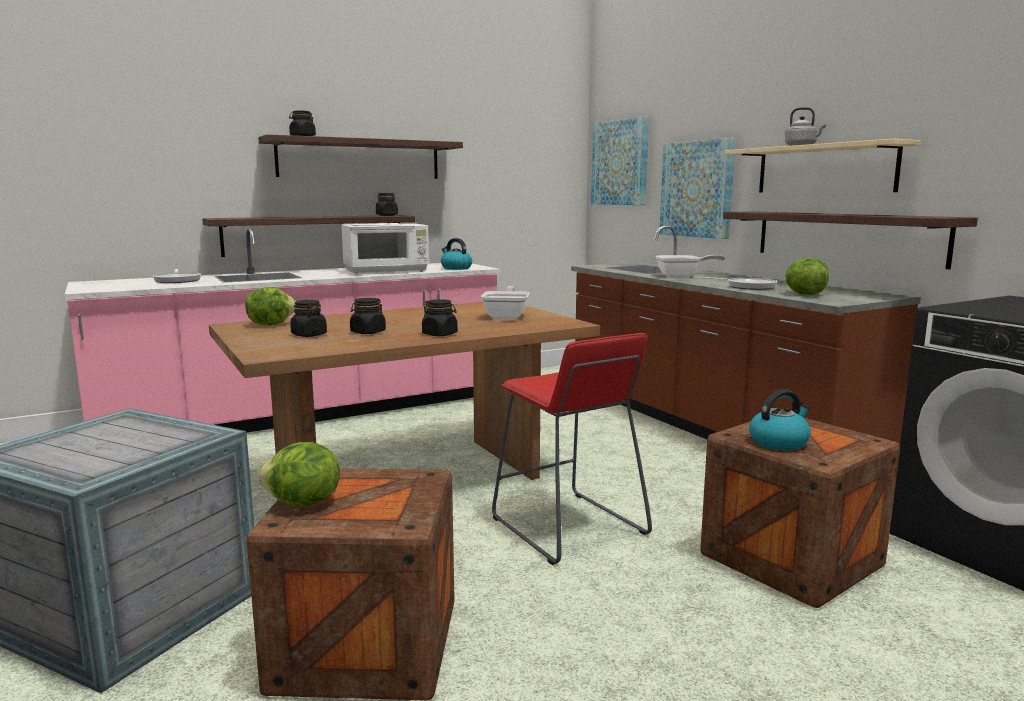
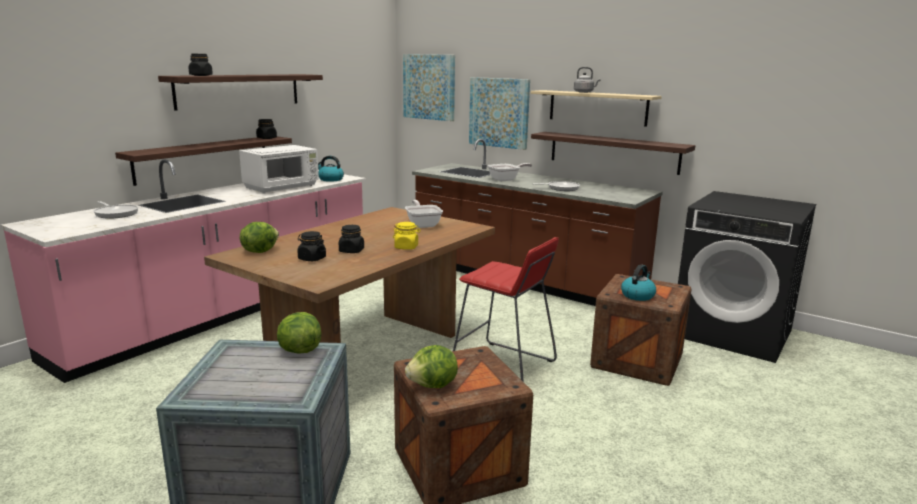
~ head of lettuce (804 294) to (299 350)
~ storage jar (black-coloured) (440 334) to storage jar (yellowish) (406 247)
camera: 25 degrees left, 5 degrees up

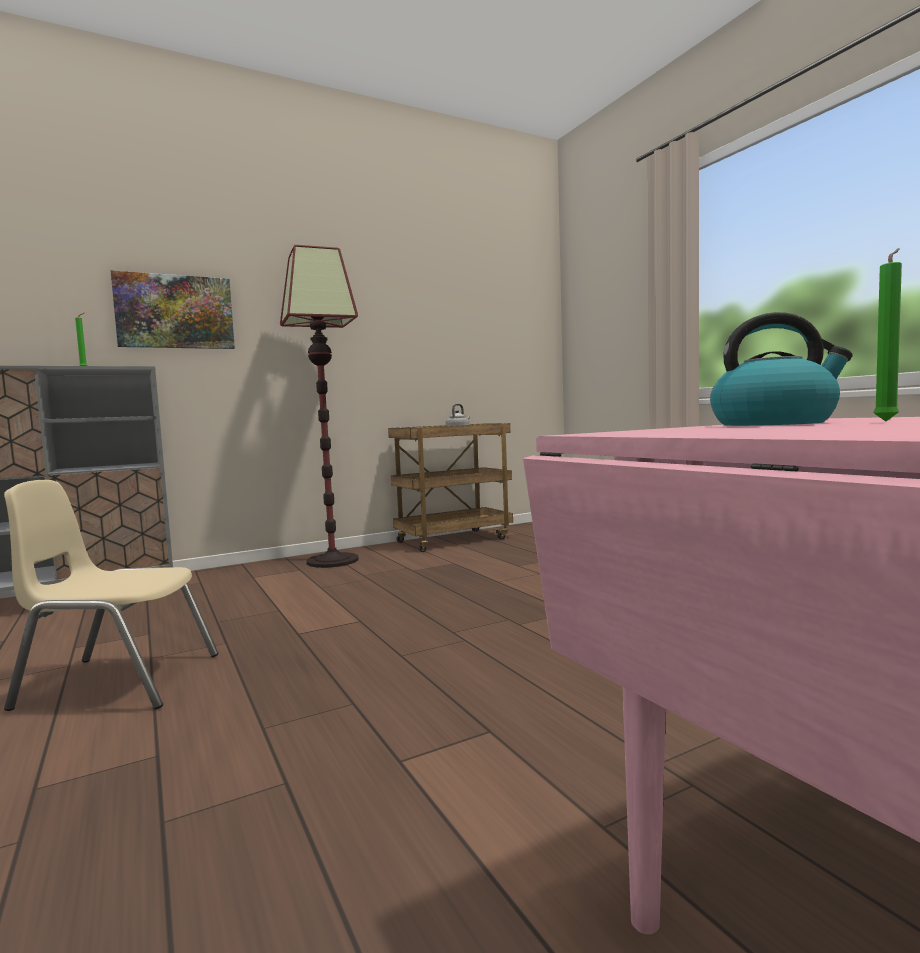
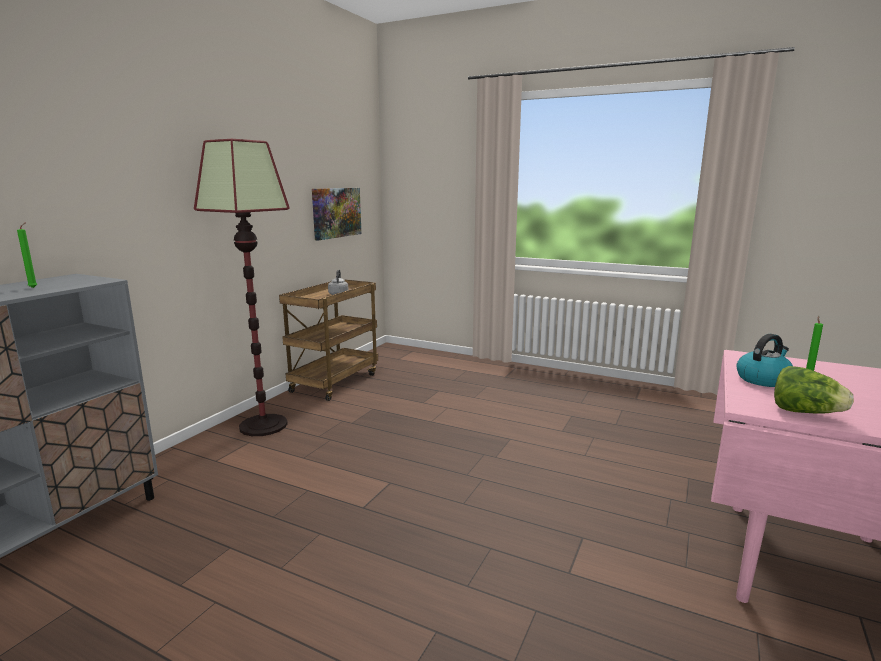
~ wall picture (175 312) to (336 212)
- upright chair (sand-coloured) (119 681)
+ head of lettuce (805 412)
camera: 35 degrees left, 10 degrees up

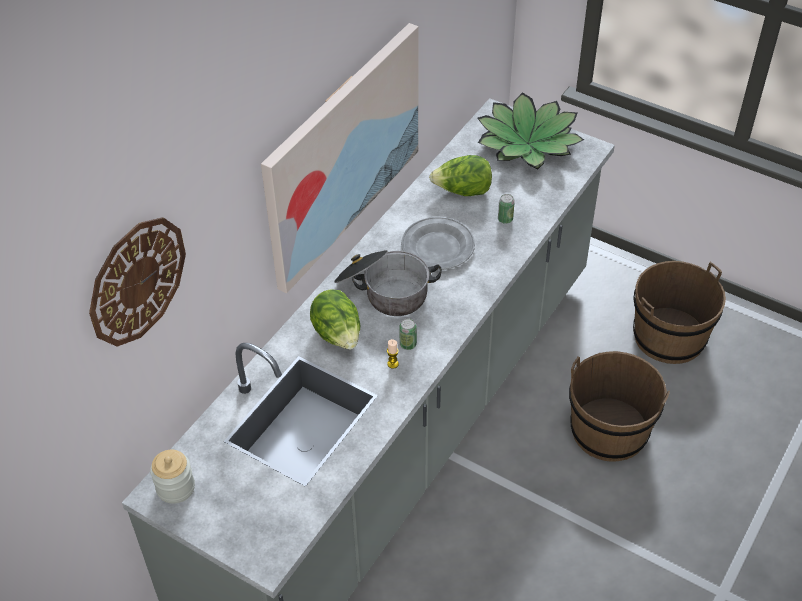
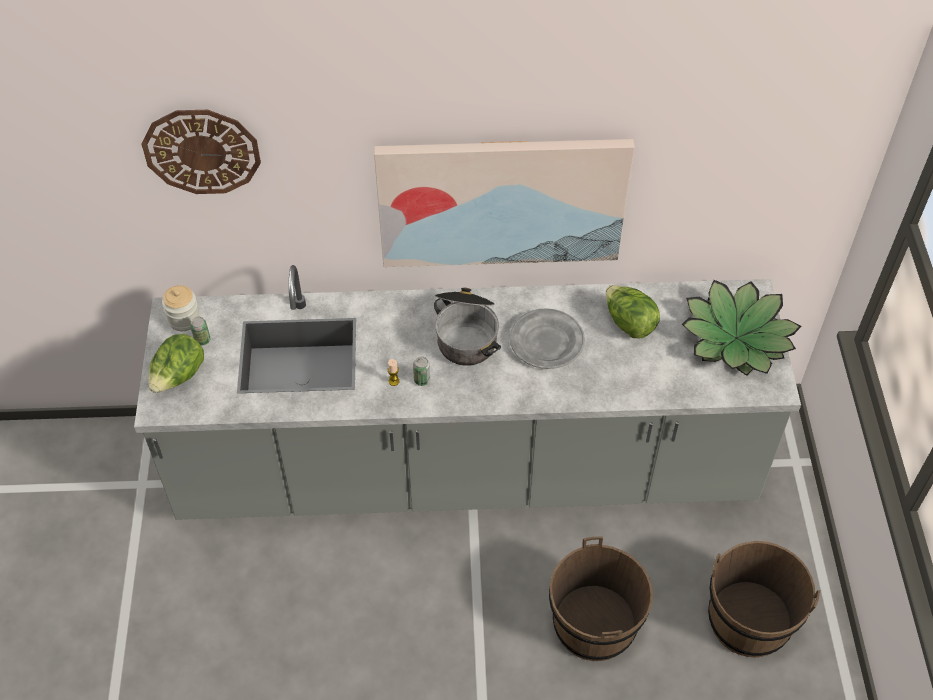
~ metal can (505 219) to (202 340)
~ head of lettuce (338 335) to (179 377)
camera: 55 degrees right, 5 degrees up

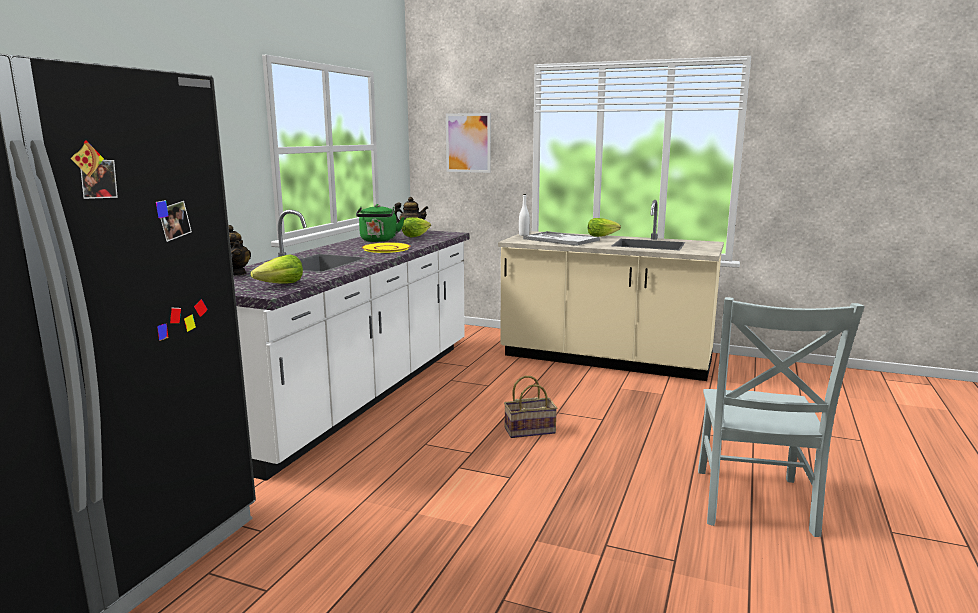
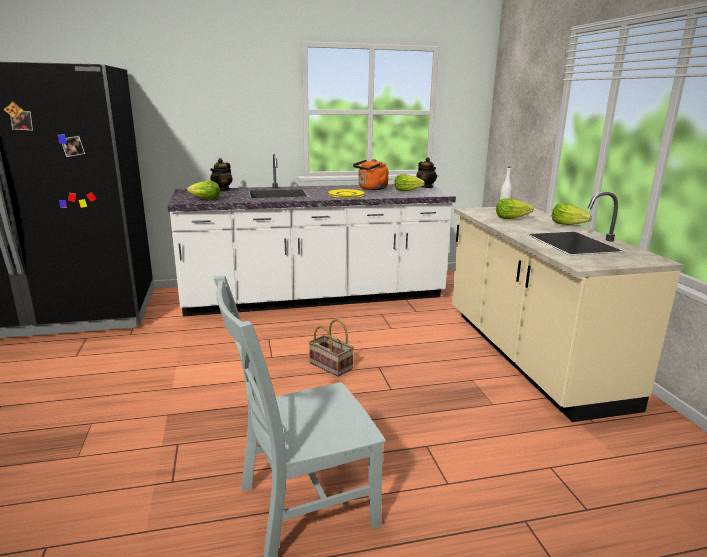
- wall picture (468 143)
~ water kettle (green) (378 240) to water kettle (orange-coloured) (371 189)
~ carrying tray (560 240) to head of lettuce (511 218)
camera: 55 degrees right, 5 degrees up

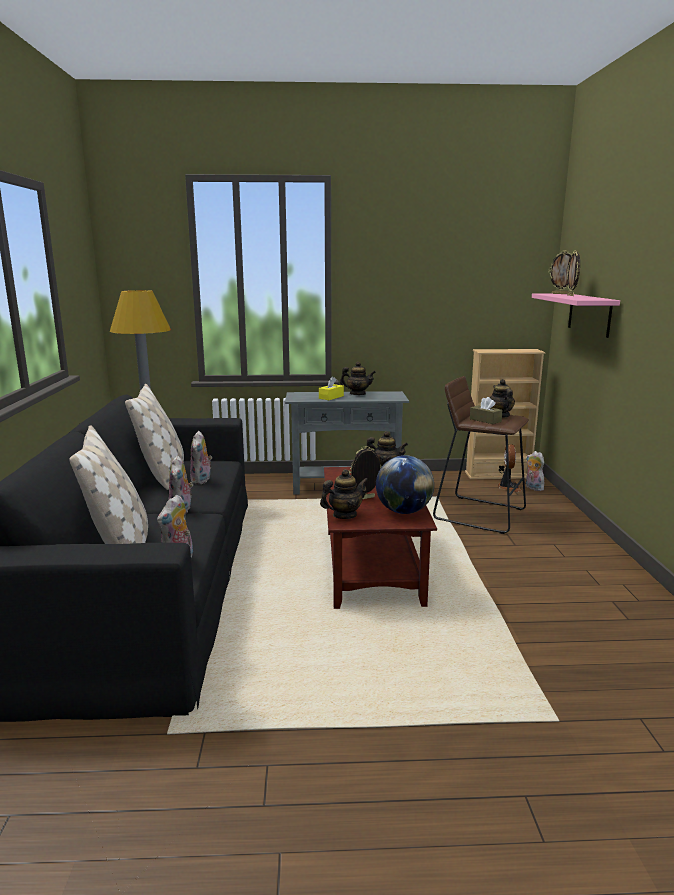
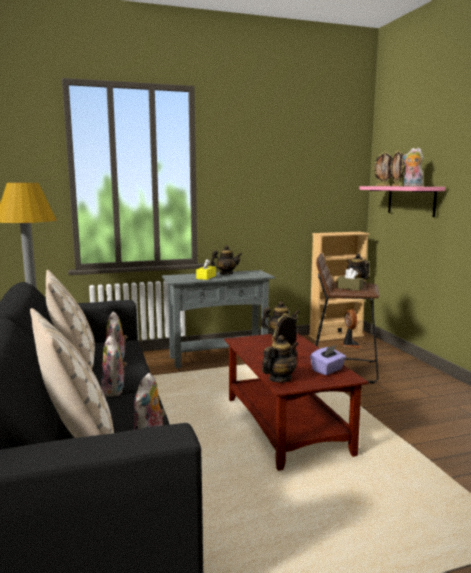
~ cuddly toy (532 488) to (411 186)
~ globe (403 511) to tissue box (purplish) (327 370)
camera: 15 degrees left, 5 degrees down

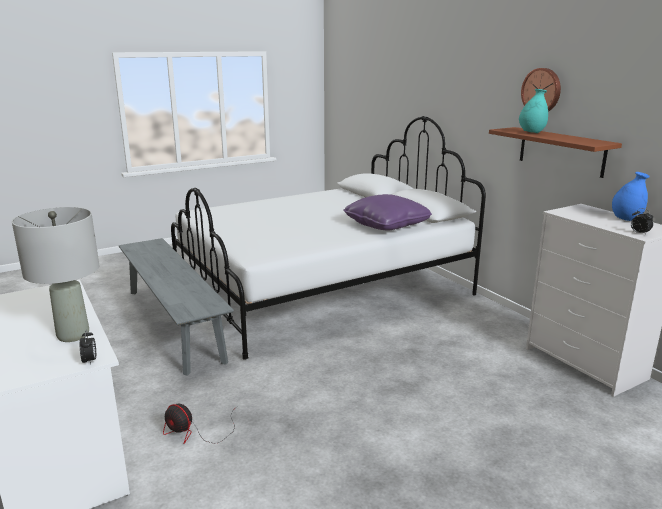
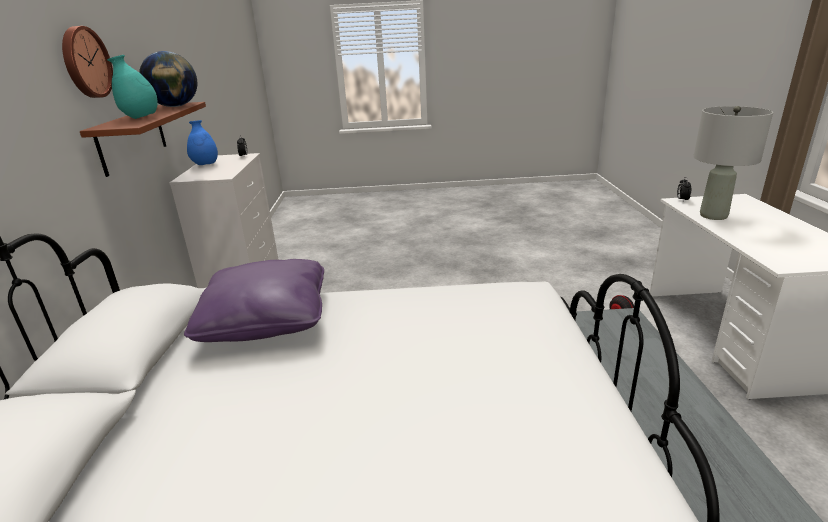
+ globe (175 106)
camera: 150 degrees left, 5 degrees up

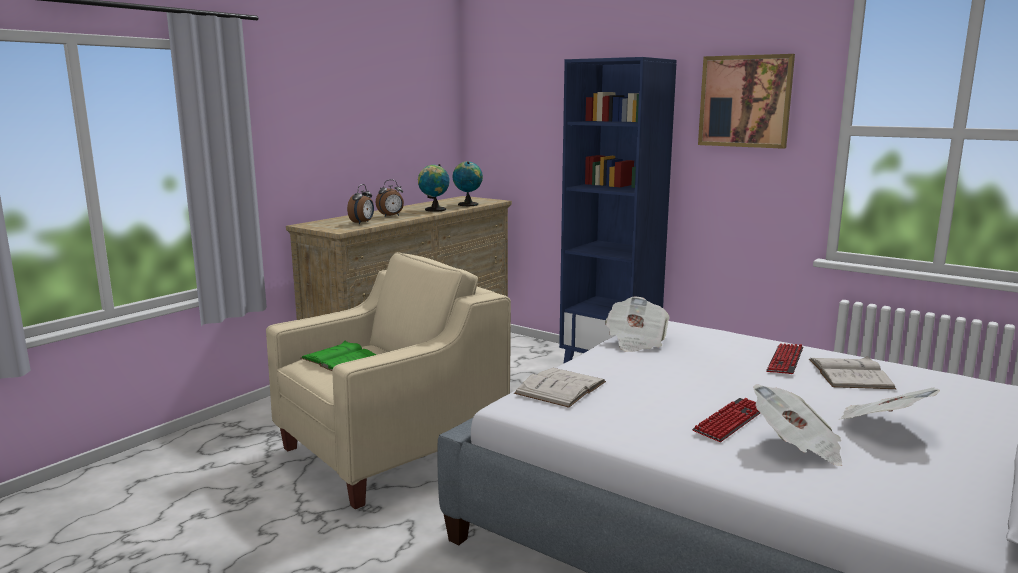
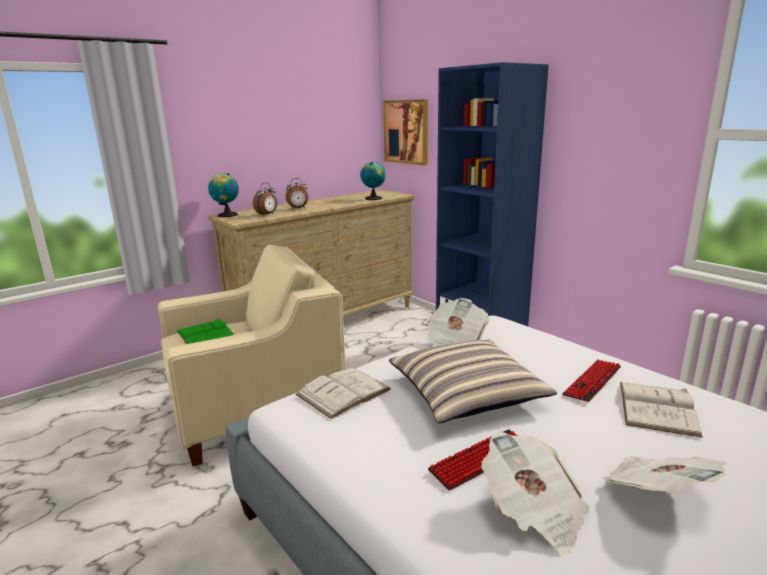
~ wall picture (745 101) to (406 132)
~ globe (434 210) to (226 215)
+ cushion (466 392)
camera: 15 degrees right, 5 degrees up

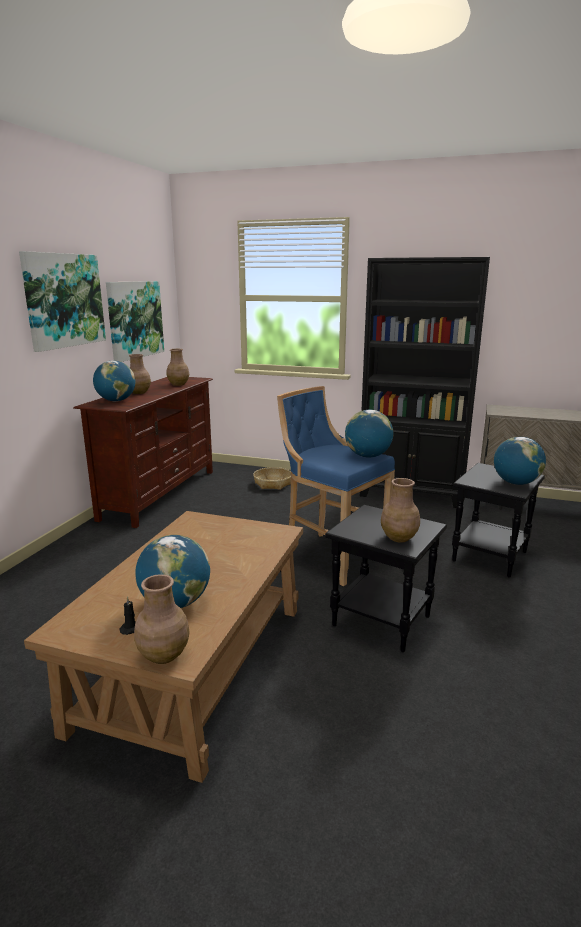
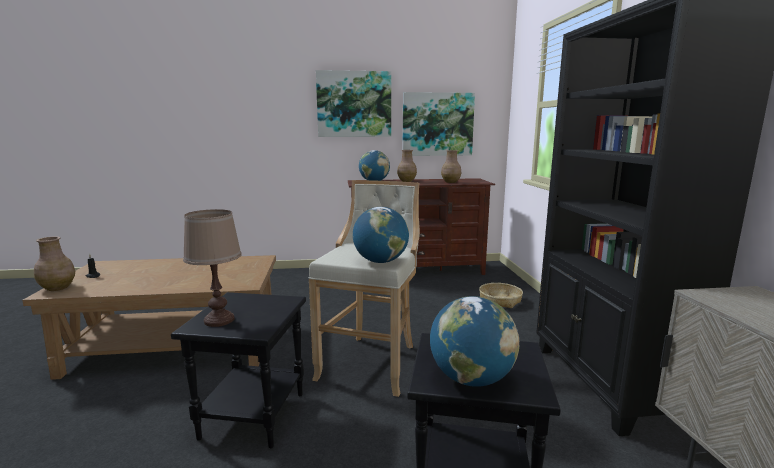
~ stool (blue) (331 555) to stool (sand-coloured) (372 361)
~ vase (brown-coloured) (399 538) to tabletop lamp (brown-coloured) (219 320)
- globe (175 603)
camera: 65 degrees right, 5 degrees down

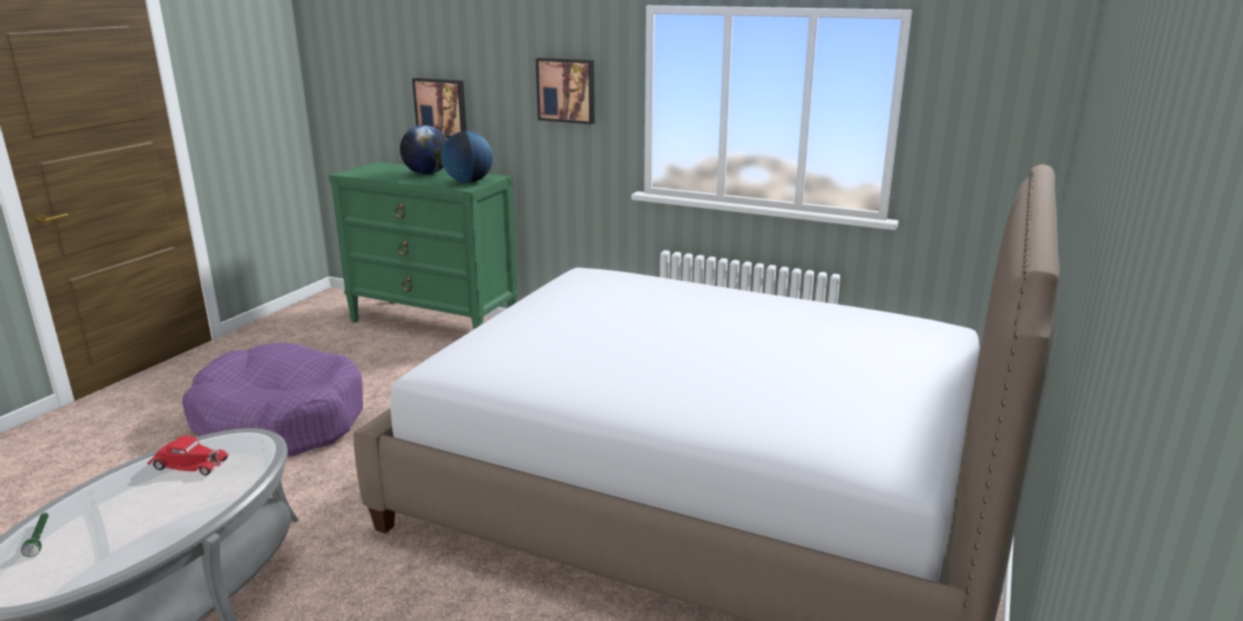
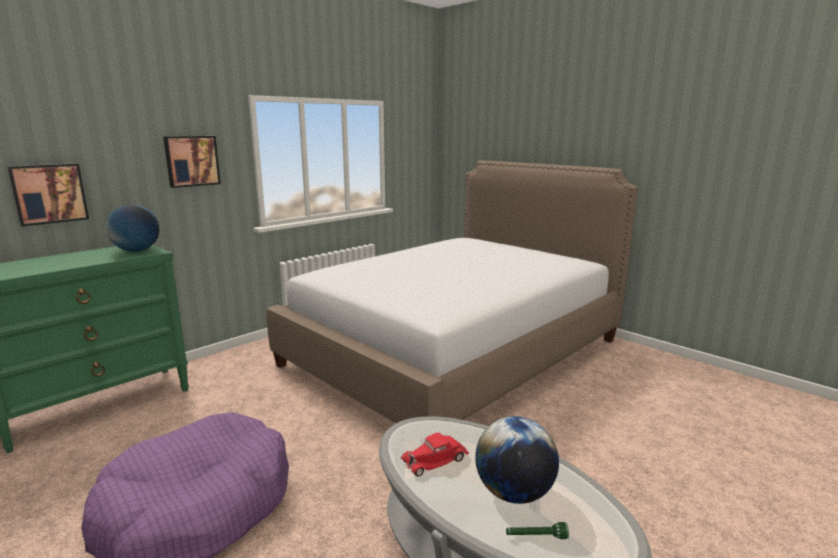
~ globe (427 174) to (514 493)
~ model car (red-coloured) (188 464) = (435 460) 150 degrees counterclockwise
camera: 70 degrees left, 5 degrees down

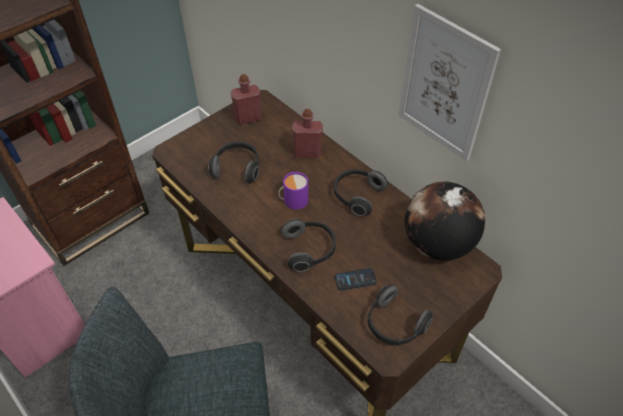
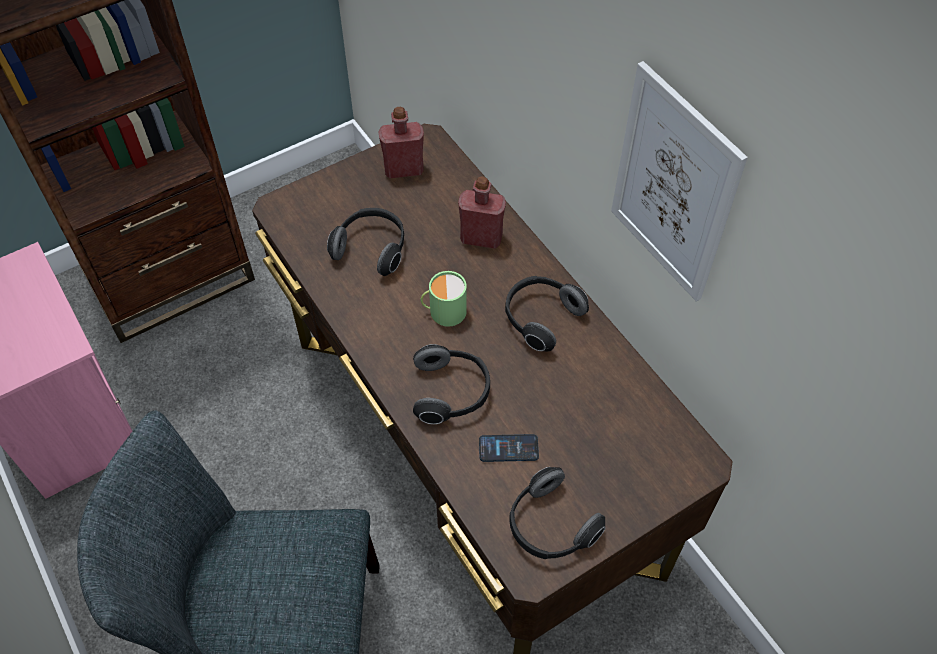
~ mug (purplish) (293 200) to mug (green) (443 311)
- globe (437 244)
camera: 10 degrees right, 5 degrees up

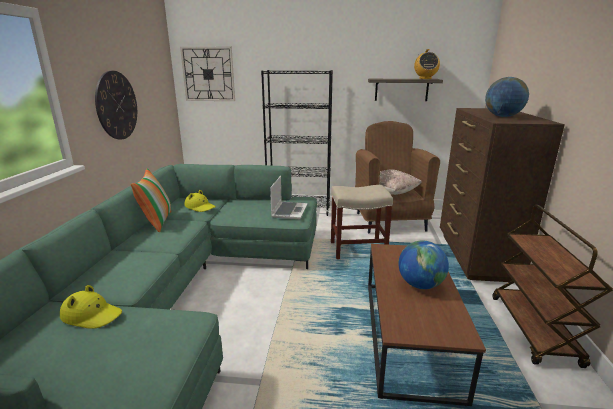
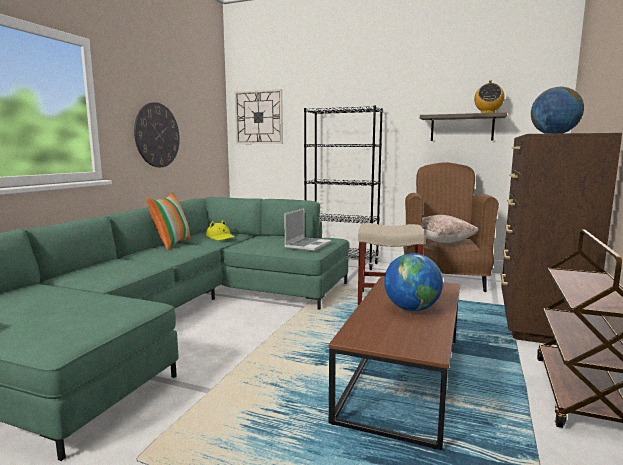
- hat (yellowish) (92 315)
camera: 15 degrees right, 10 degrees down

